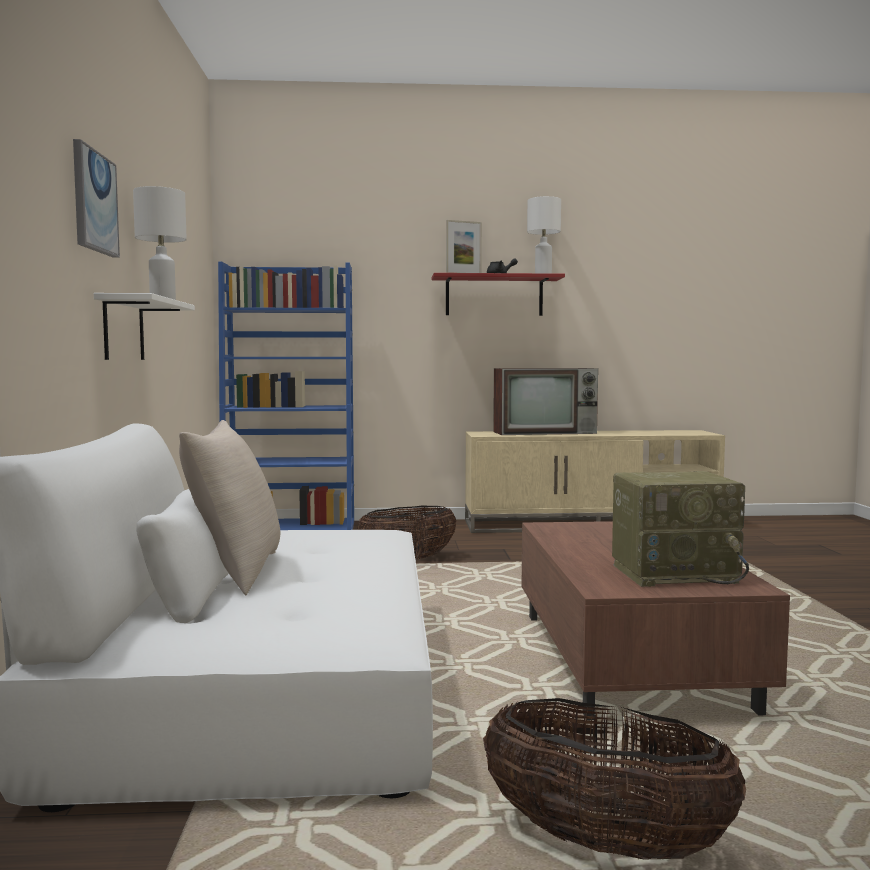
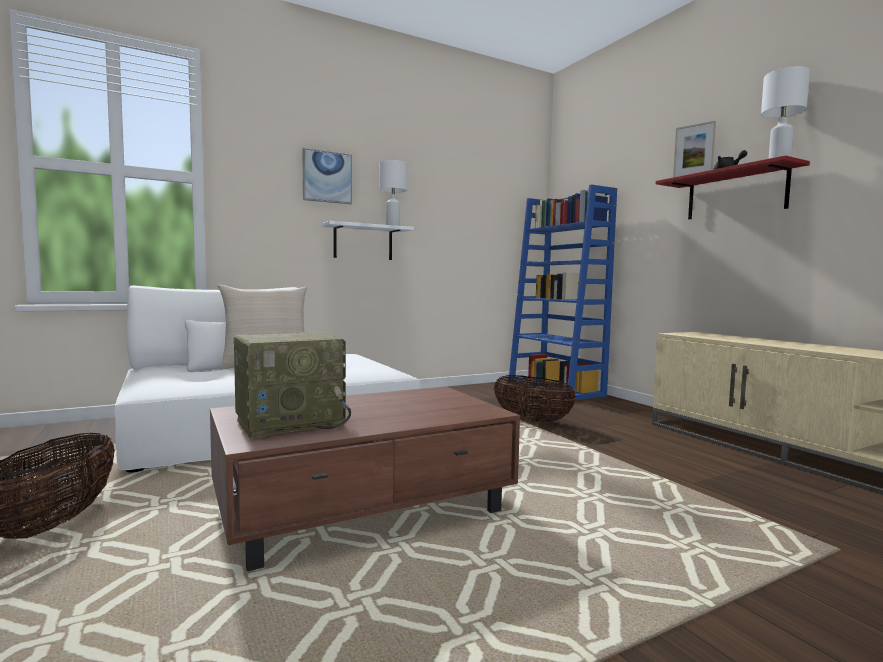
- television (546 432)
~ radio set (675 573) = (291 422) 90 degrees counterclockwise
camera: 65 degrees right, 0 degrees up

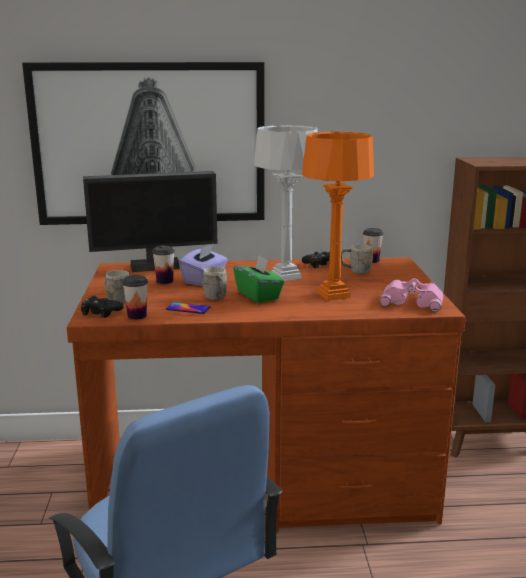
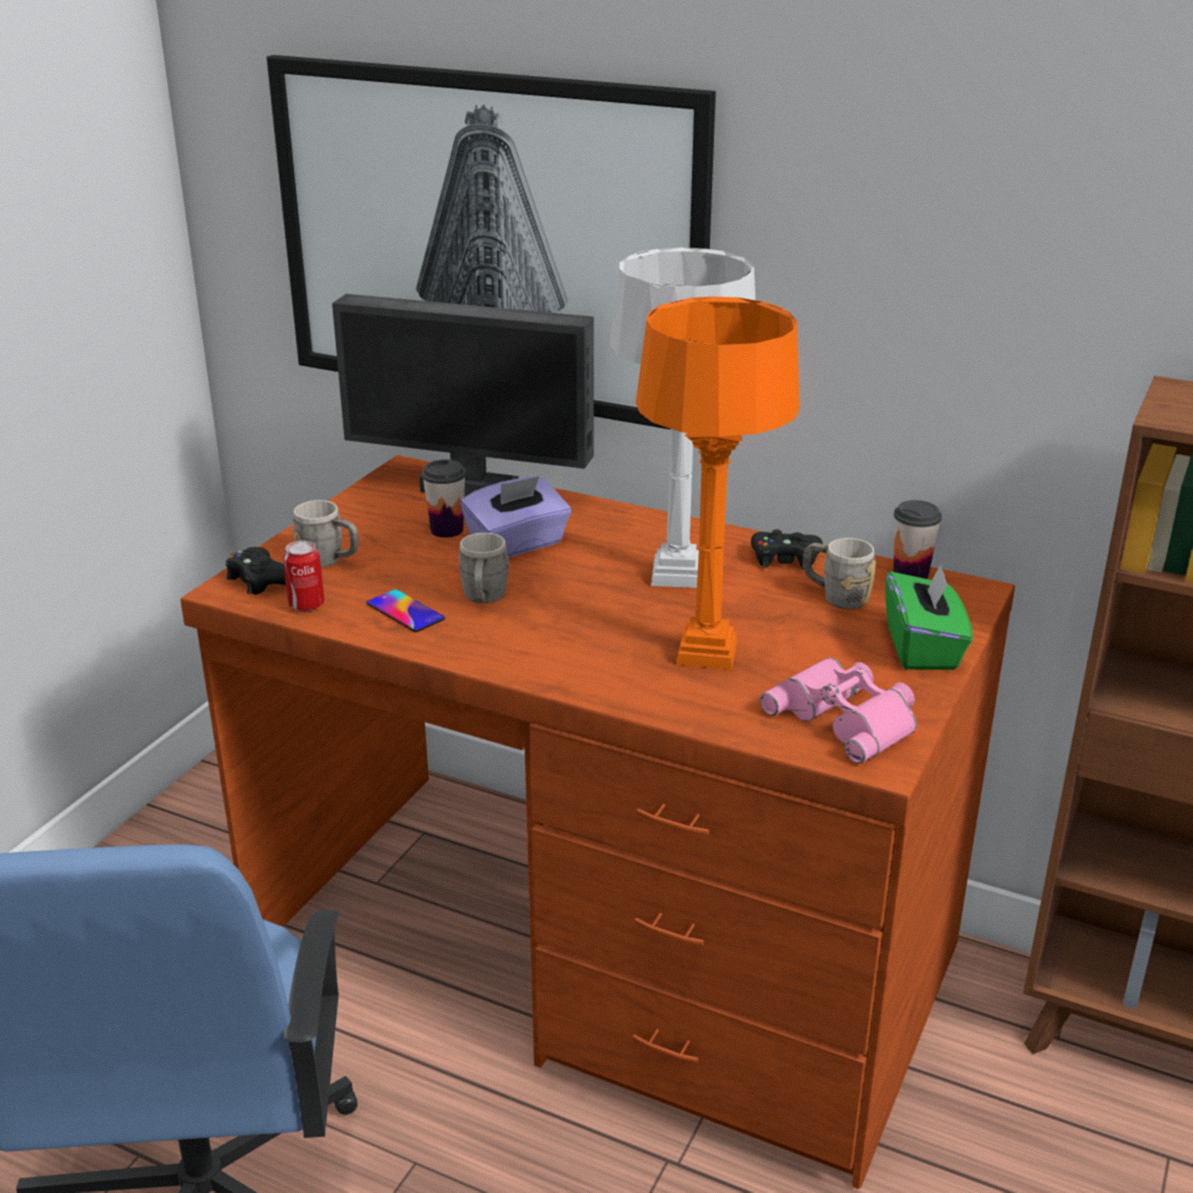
~ tissue box (green) (258 295) to (923 648)
~ drinking cup (137 316) to metal can (306 605)
camera: 30 degrees right, 10 degrees up

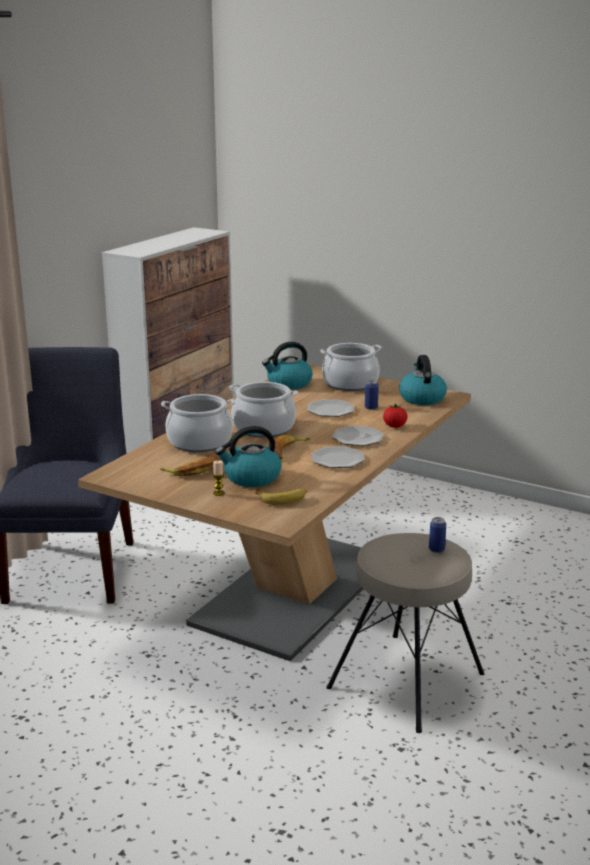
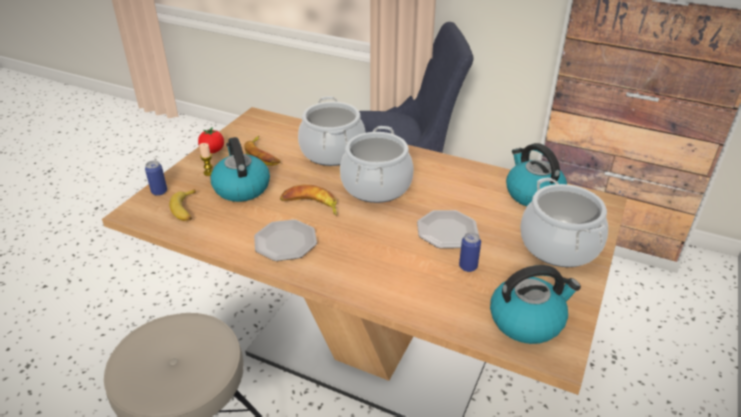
~ whole tomato (394 426) to (212 151)
- plate (357 438)
~ metal can (436 549) to (159 191)
camera: 85 degrees right, 15 degrees up

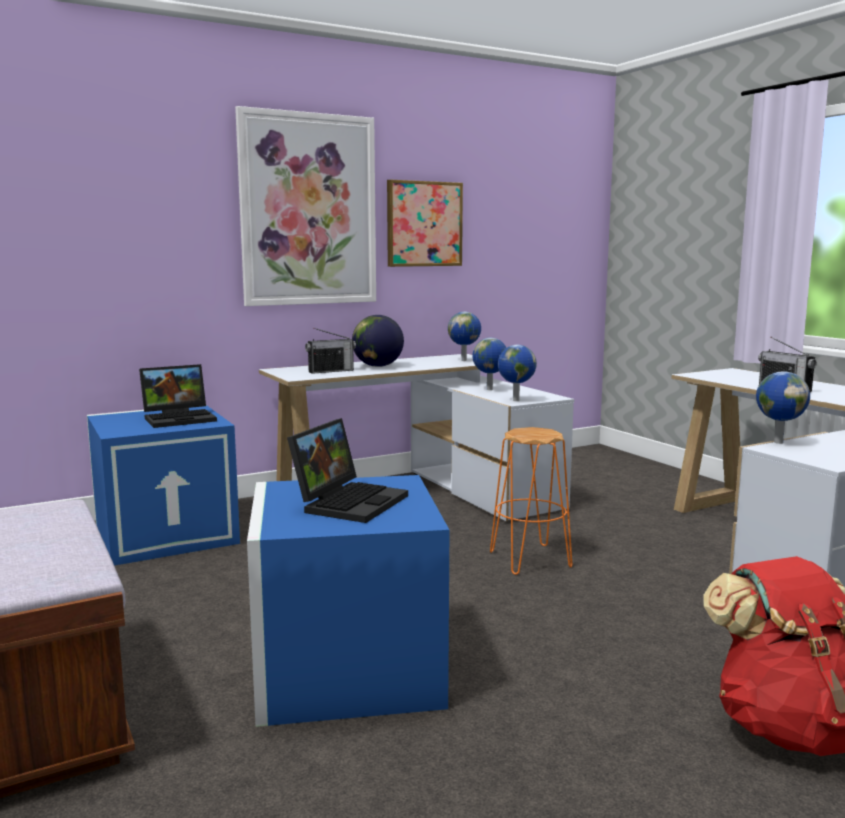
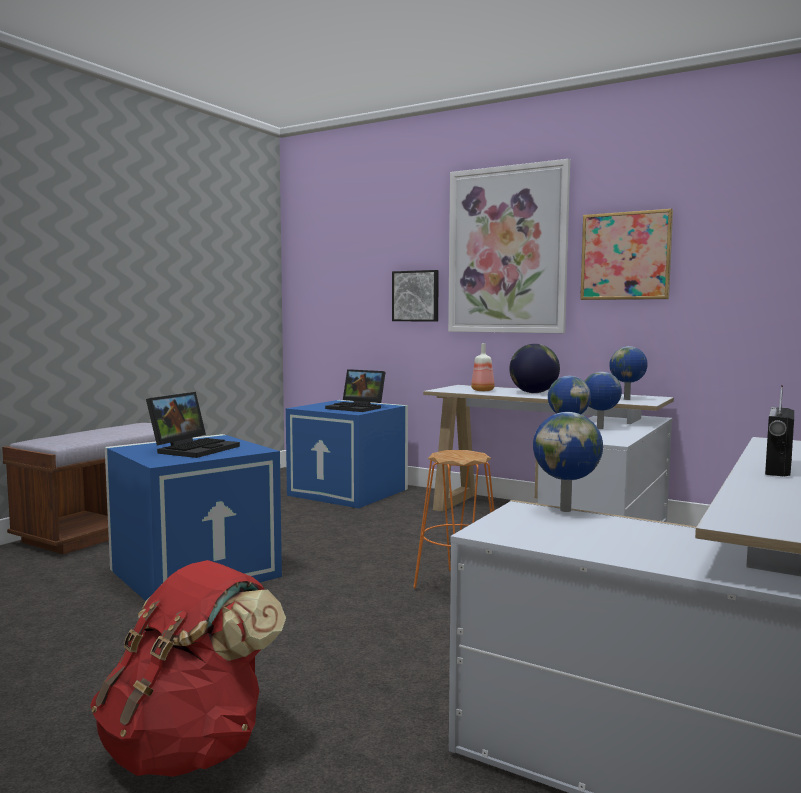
~ radio set (331 371) to bottle (483 390)
~ notebook computer (349 501) = (194 448) 60 degrees counterclockwise
+ wall picture (416 296)
camera: 60 degrees right, 5 degrees down

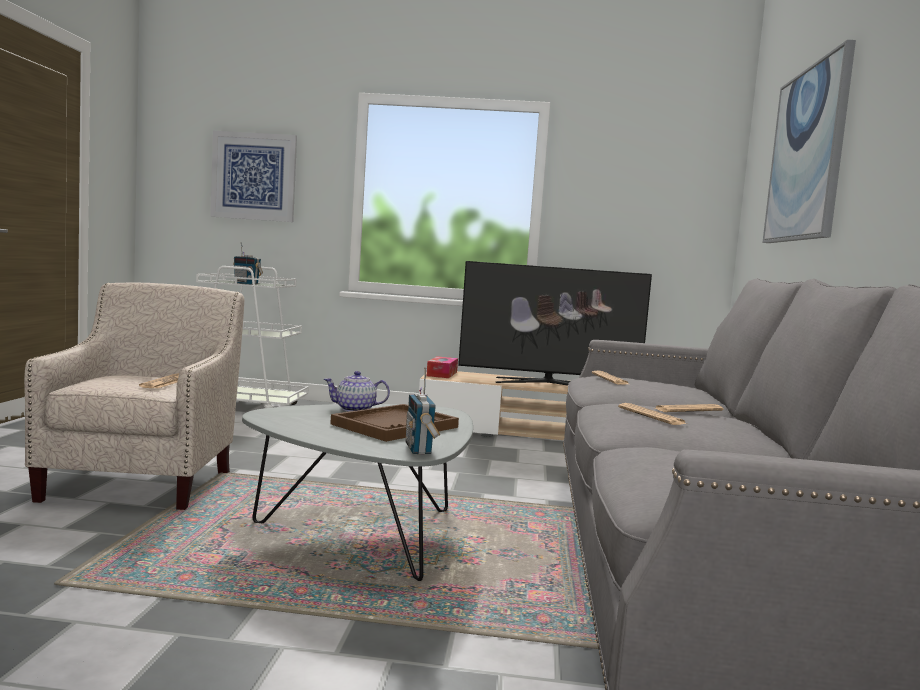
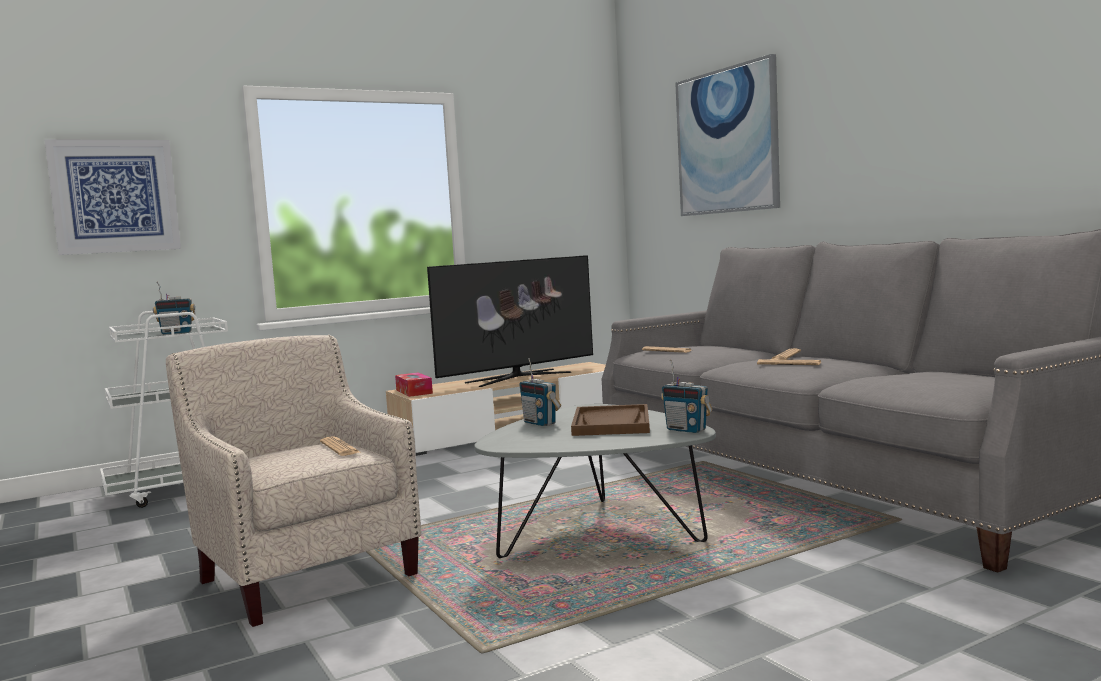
~ pot for tea (355 409) to radio set (540 423)
camera: 35 degrees left, 0 degrees up

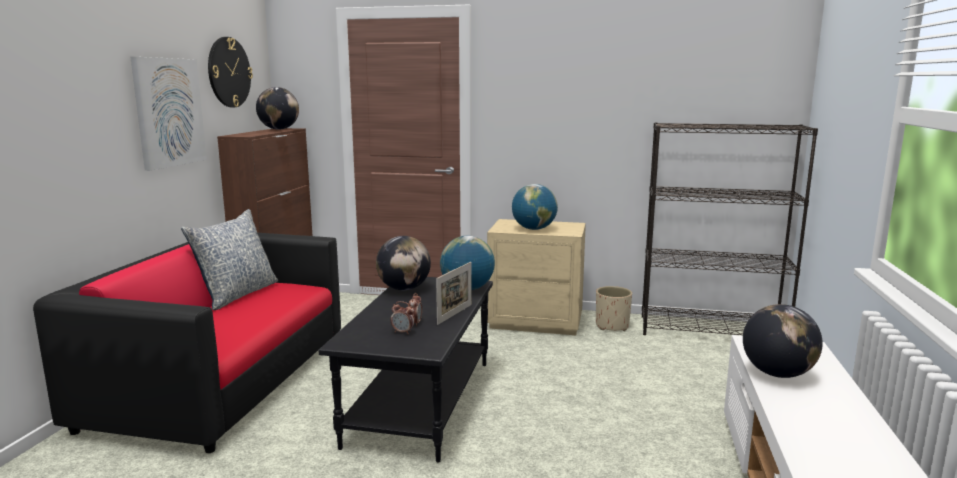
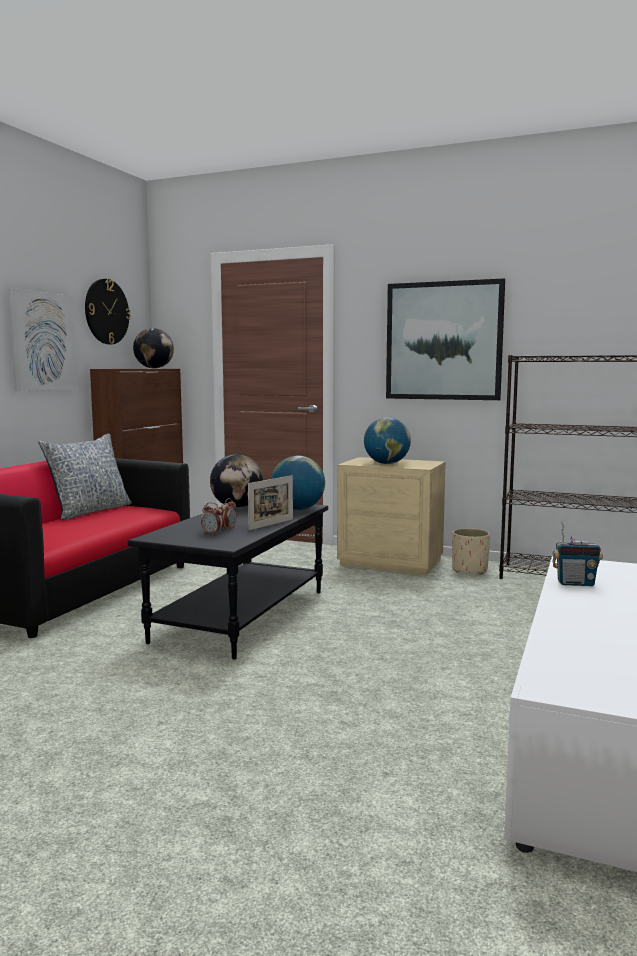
~ globe (777 374) to radio set (575 583)
+ wall picture (443 341)
camera: 10 degrees right, 5 degrees down

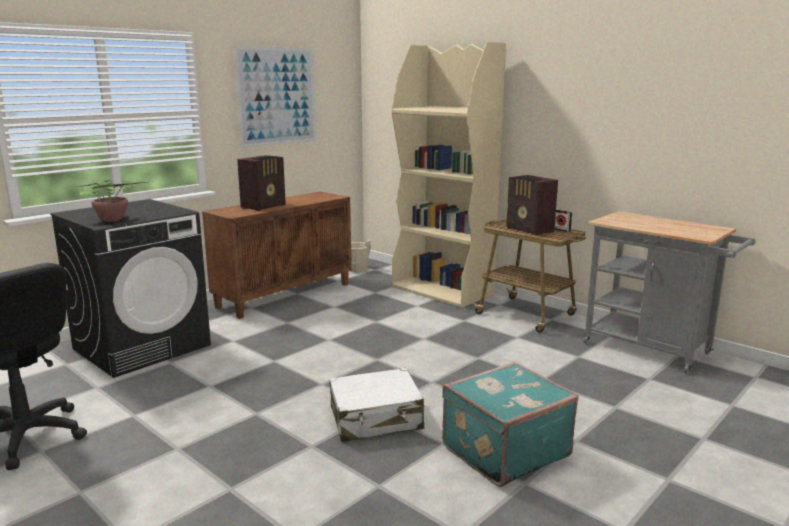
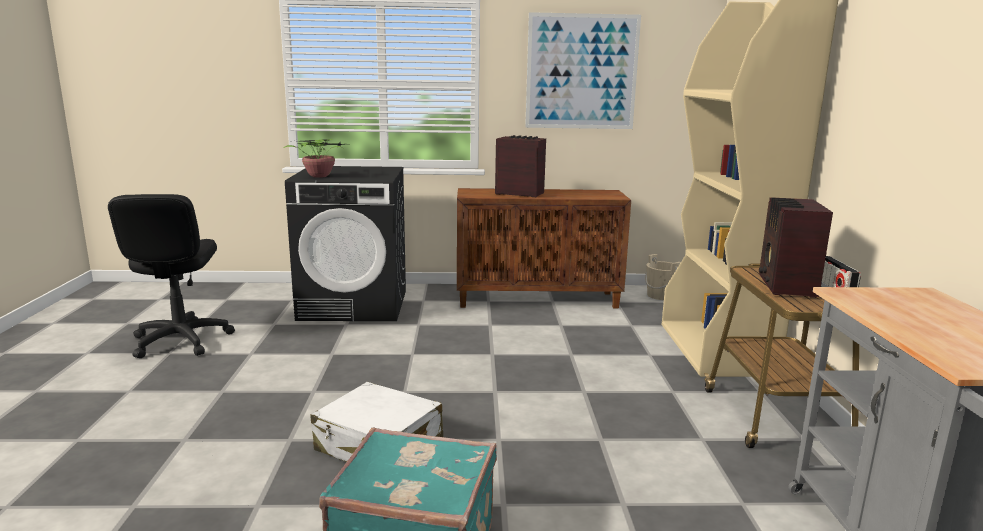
~ radio set (264 206) = (519 193) 150 degrees counterclockwise
camera: 45 degrees right, 0 degrees up

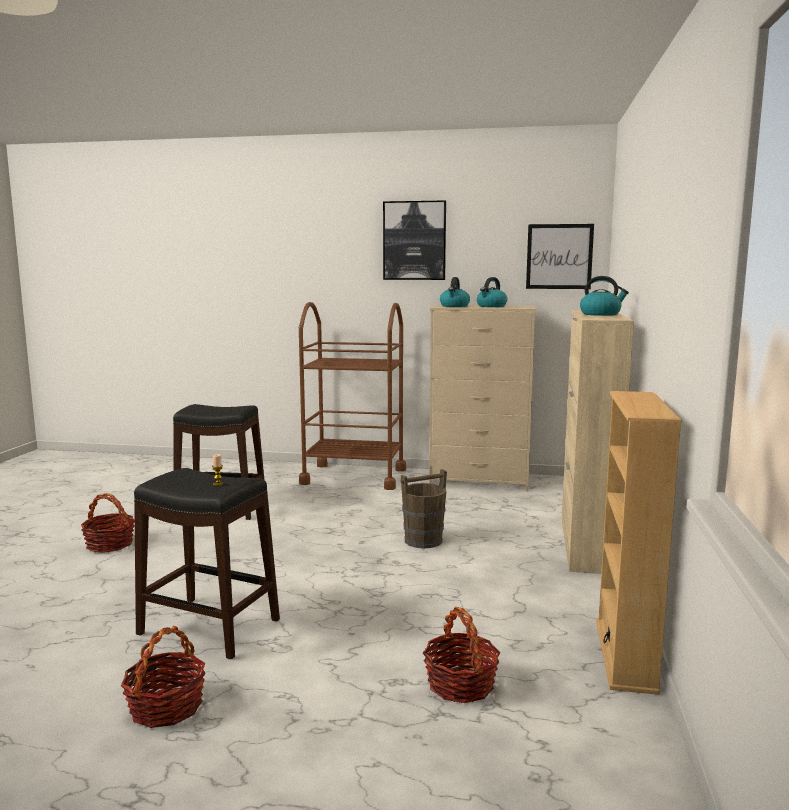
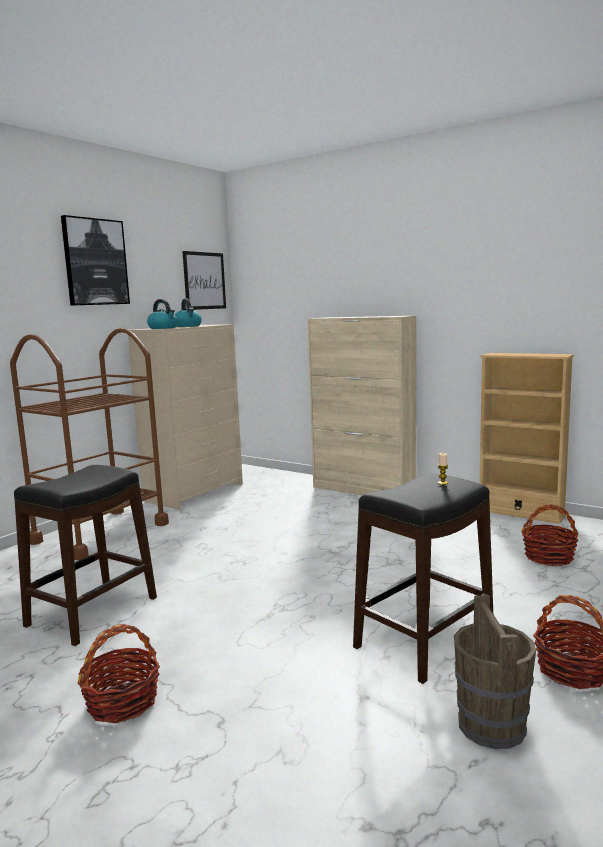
- water kettle (601 314)
~ pail (brown-coloured) (423 540) to (491 725)
camera: 65 degrees left, 0 degrees up

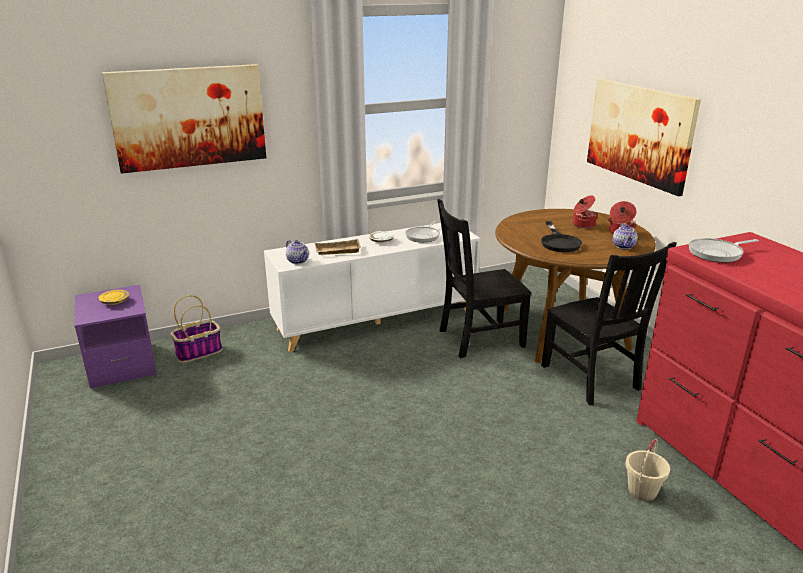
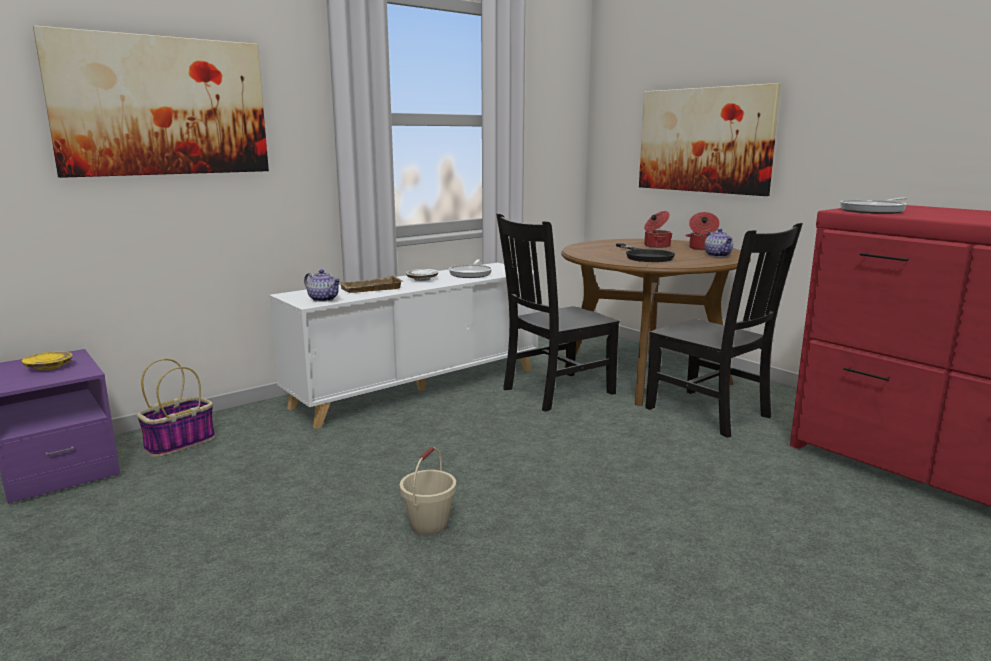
~ pail (sand-coloured) (642 491) to (429 525)
camera: 15 degrees left, 10 degrees down

